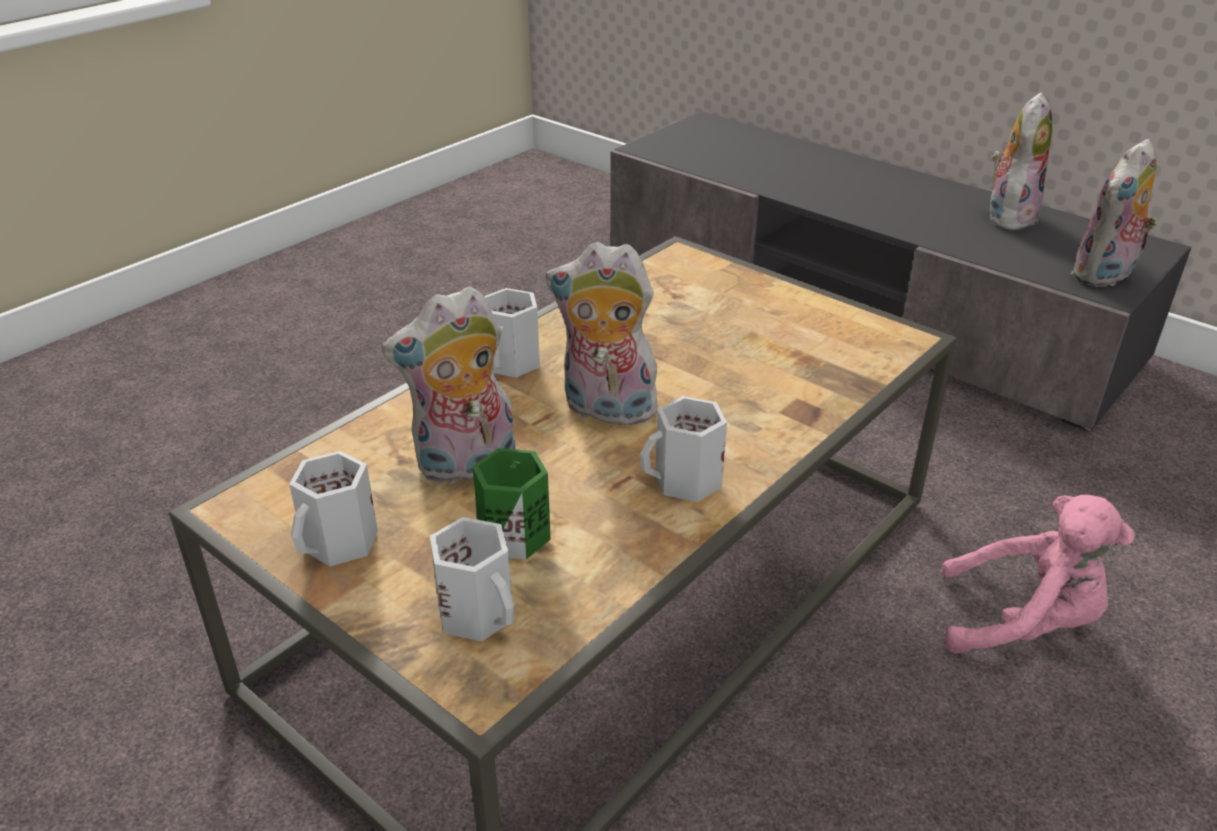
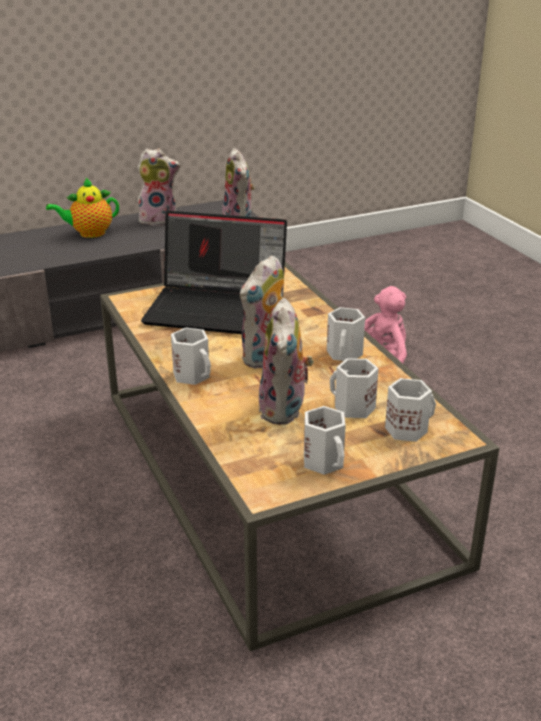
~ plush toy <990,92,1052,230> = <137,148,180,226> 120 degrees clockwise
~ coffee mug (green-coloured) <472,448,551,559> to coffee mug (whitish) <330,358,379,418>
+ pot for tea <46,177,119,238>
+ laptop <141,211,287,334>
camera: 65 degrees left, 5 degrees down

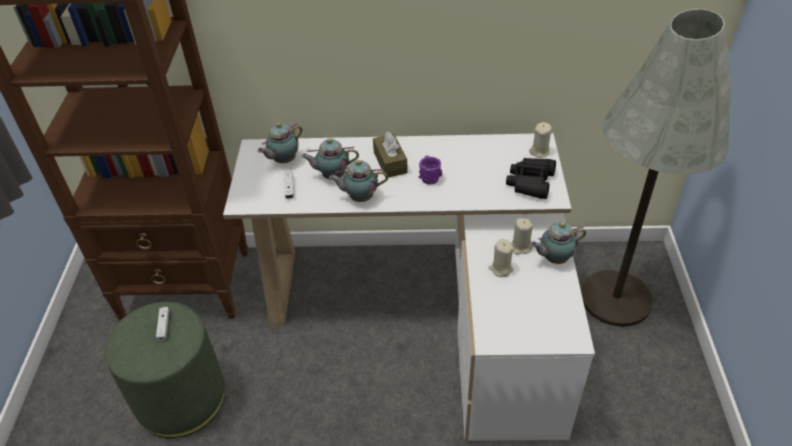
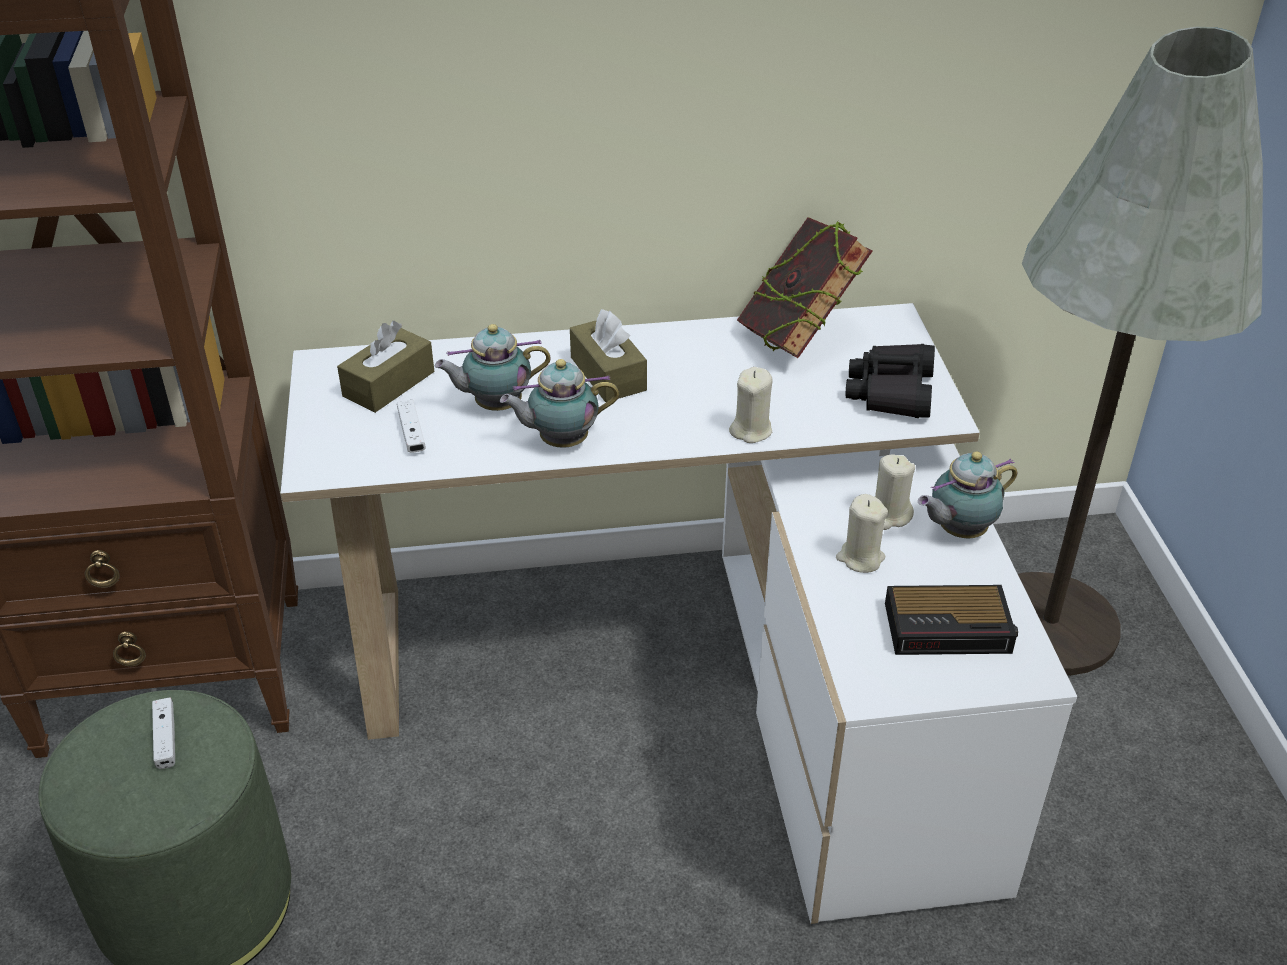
~ wax candle (beige-coloured) <529,122,552,158> to <729,367,773,443>
~ pot for tea <258,123,302,163> to tissue holder (brown-coloured) <337,321,434,413>
- coffee mug (purple-coloured) <419,156,442,185>
+ bound book <737,217,873,358>
+ table clock <885,585,1018,655>
camera: 10 degrees left, 5 degrees down

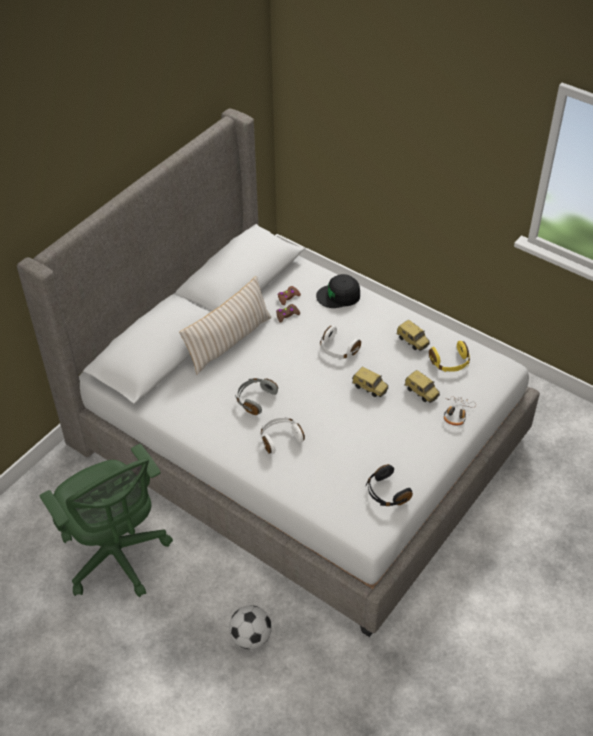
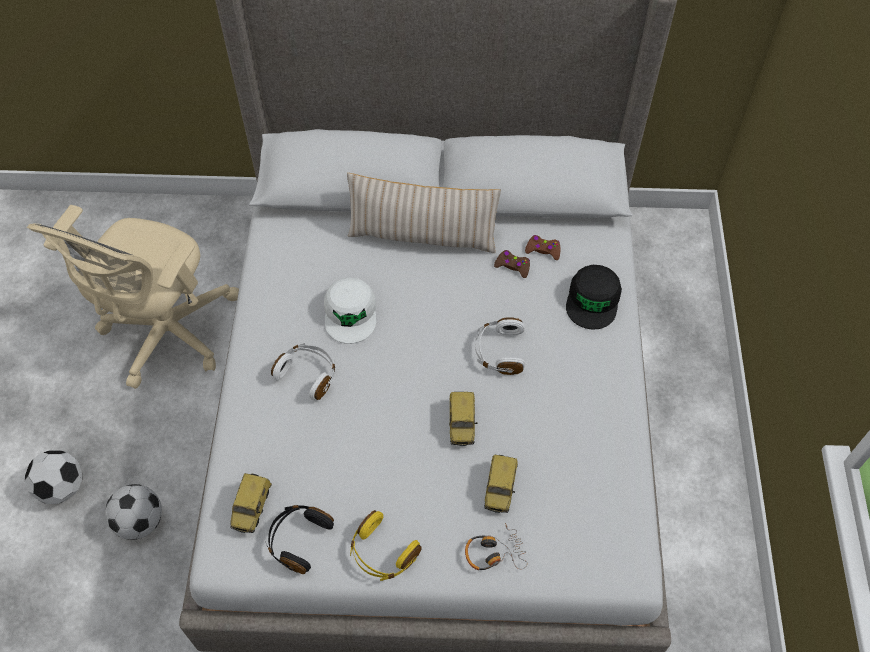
~ peaked cap (blackish) <316,274,360,308> = <566,265,622,329> 120 degrees counterclockwise
~ model car <396,320,430,351> to <230,473,272,533>
~ headphones (yellowish) <429,341,470,372> to <350,510,422,581>
~ headphones (greyish) <235,378,278,415> to peaked cap (whitish) <324,277,376,344>
~ desk chair (green-coloured) <40,444,173,597> to desk chair (beige-coloured) <27,205,239,389>
+ ball for football <25,450,82,504>
camera: 55 degrees right, 10 degrees up

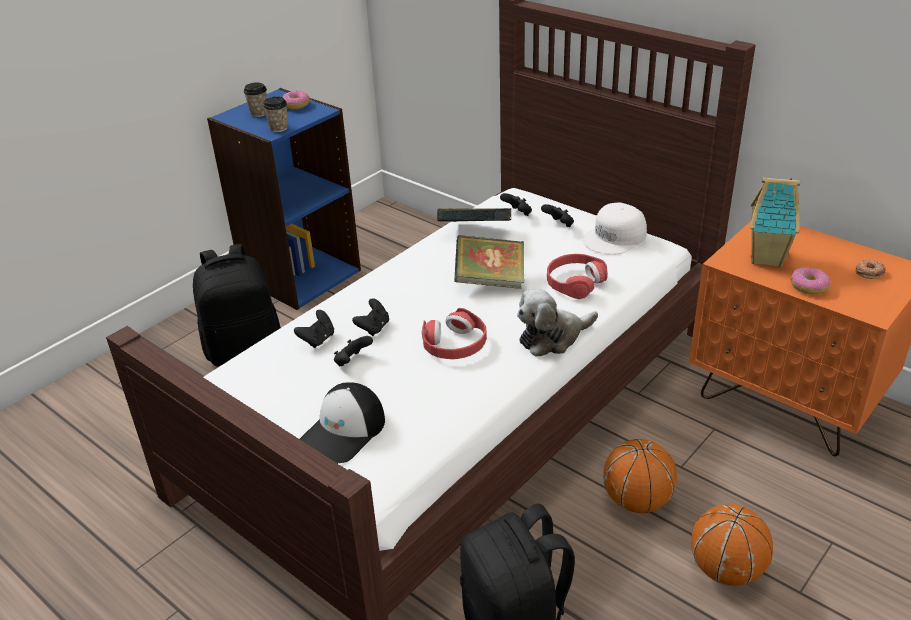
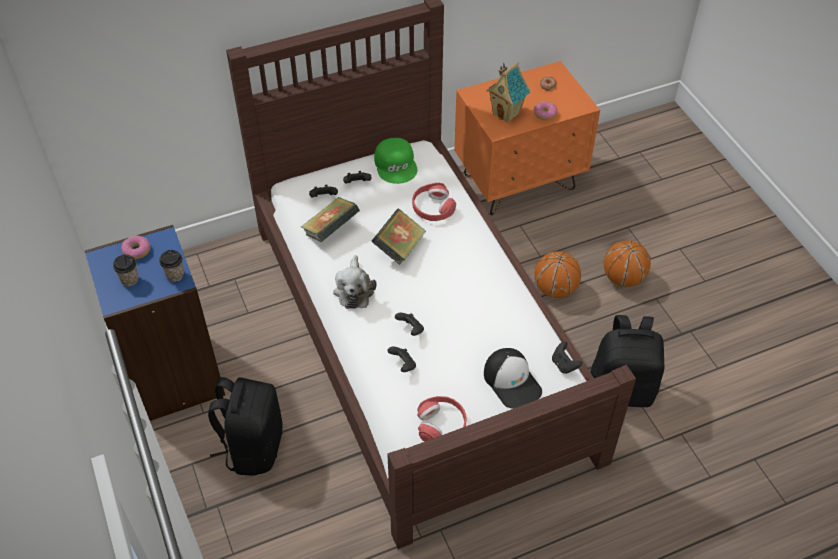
~ peaked cap (whitish) <582,203,647,255> to peaked cap (green-coloured) <374,138,418,184>
~ plush toy <517,289,598,357> to <333,255,377,309>
~ headphones (red) <422,308,487,359> to <417,396,467,442>
~ game controller (blackish) <334,336,373,366> to <552,341,582,374>
camera: 65 degrees left, 15 degrees up

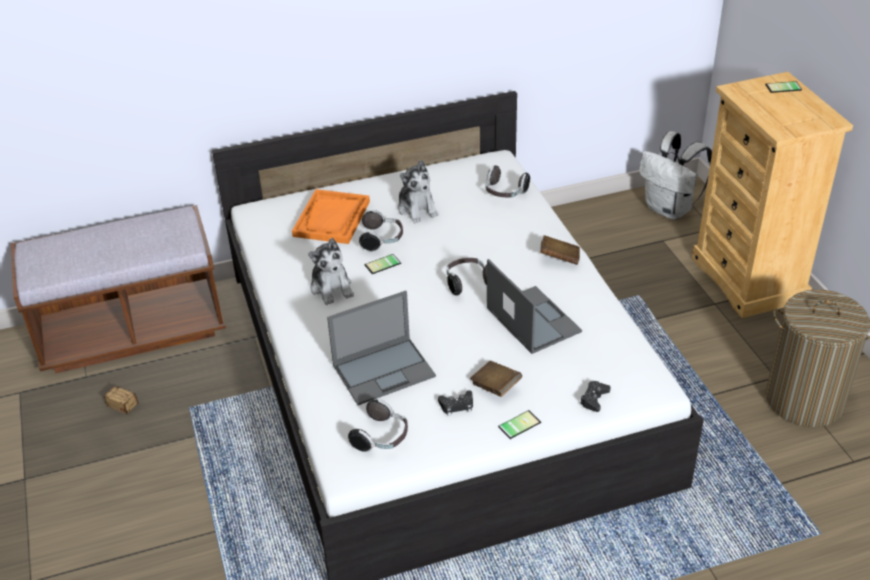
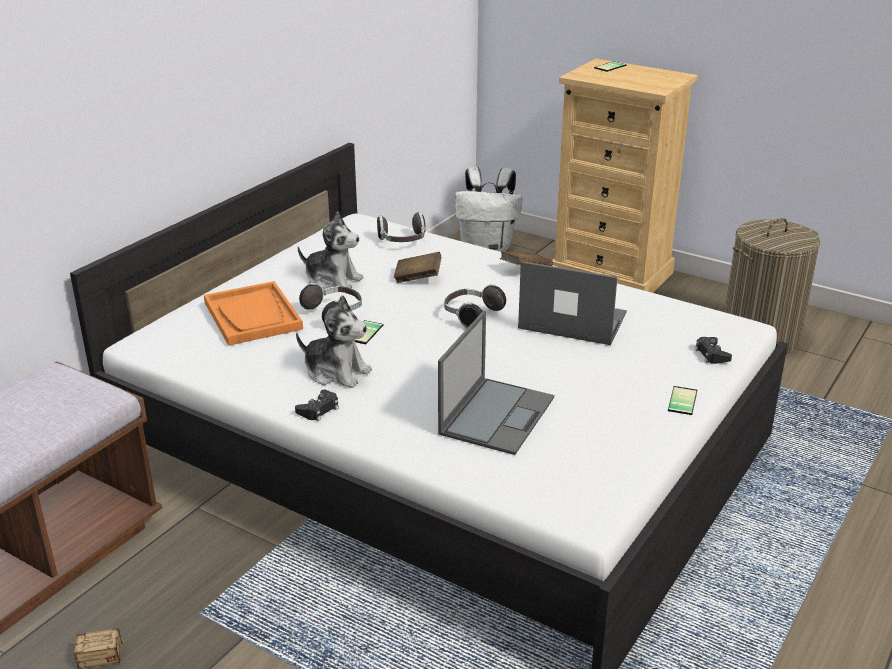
~ bound book (brown-coloured) <470,361,522,397> to <394,252,442,283>
~ game controller (blackish) <438,390,473,416> to <295,390,339,421>
- headphones <348,399,408,452>
camera: 40 degrees left, 10 degrees down

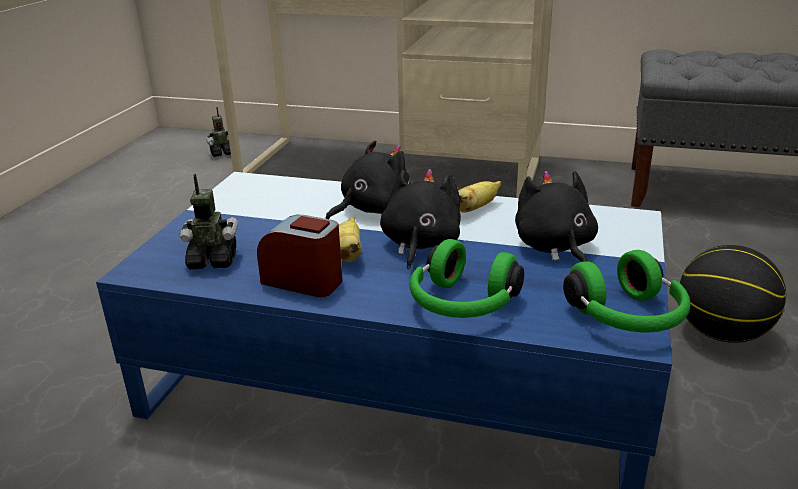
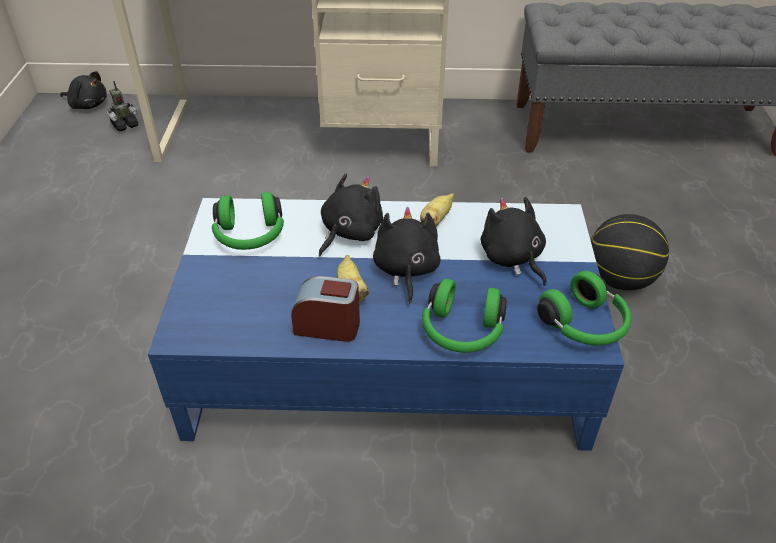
- model robot <179,174,238,269>
+ plush toy (blackish) <61,71,107,109>
+ headphones (green-coloured) <212,192,284,250>
camera: 15 degrees left, 15 degrees up

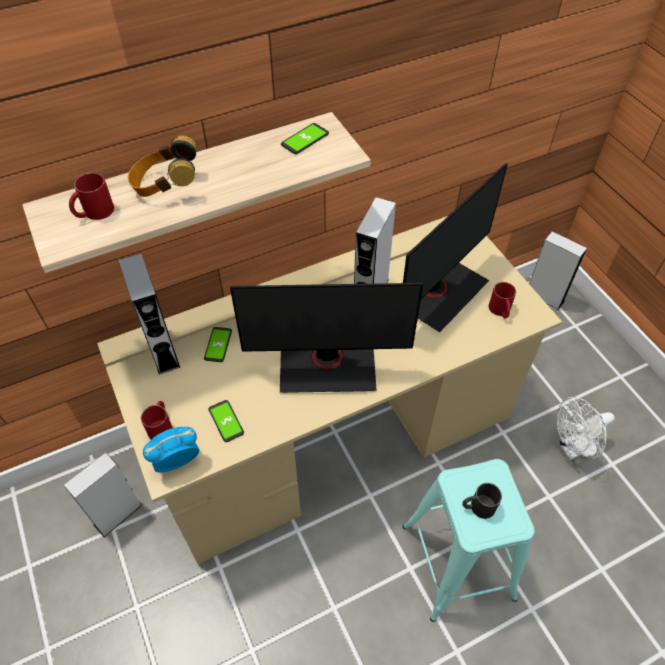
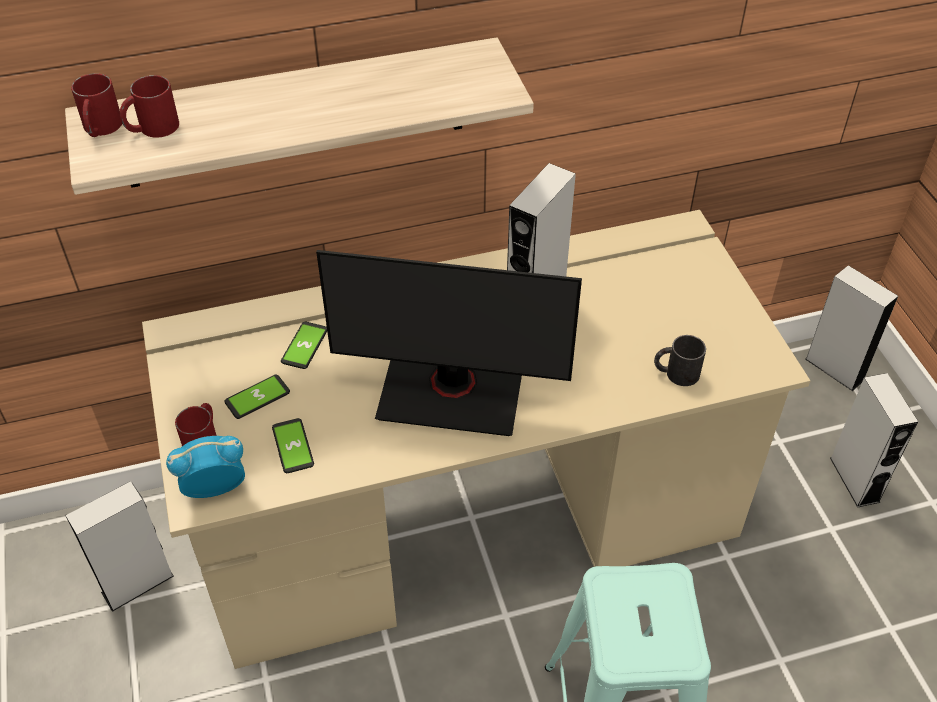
~ telephone <281,123,329,154> to <224,375,290,419>
- headphones <128,135,197,197>
- monitor <403,163,508,332>
~ speaker (greyish) <118,253,180,375> to <830,373,918,508>
~ coffee mug (red) <489,282,516,318> to <71,73,122,137>
- electric fan (whitish) <557,397,615,460>
~ coffee mug (blackish) <462,483,502,519> to <654,335,706,386>
camera: 10 degrees right, 5 degrees down

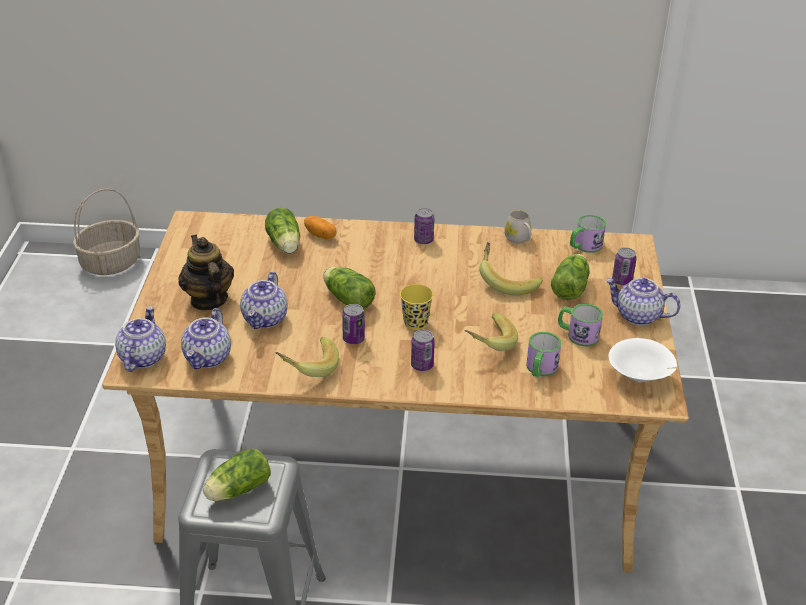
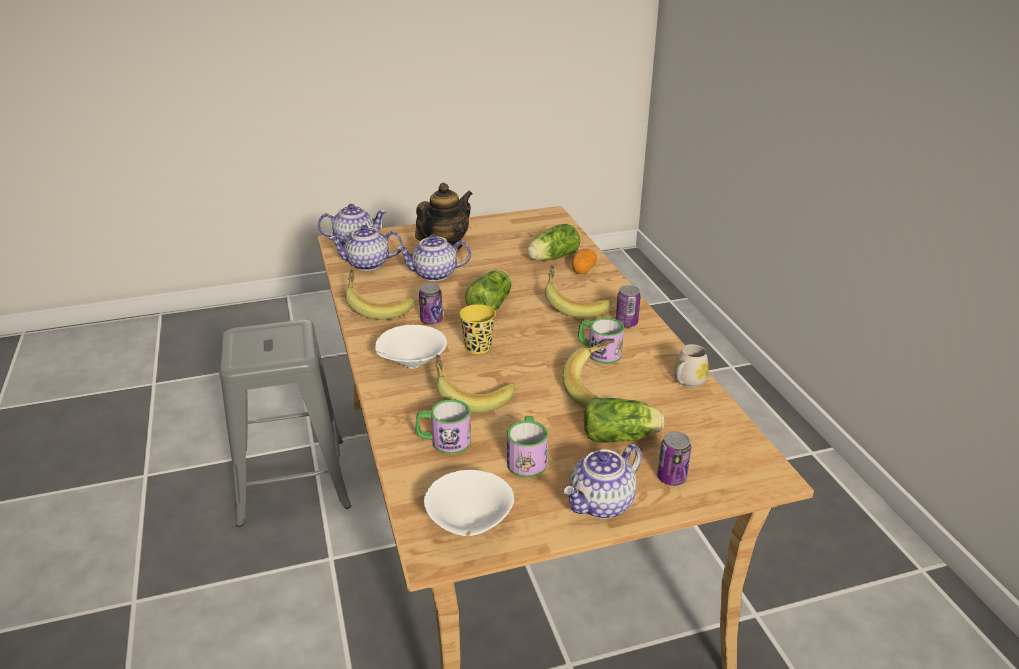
- household basket <73,188,140,275>
~ coffee mug <570,215,606,253> to <578,318,624,364>
~ pot for tea <605,278,681,326> = <563,444,642,519> 135 degrees counterclockwise
~ can <411,330,435,371> to deep dish (whitish) <375,325,447,369>
- lettuce <203,449,271,501>
+ banana <545,266,612,318>
camera: 70 degrees right, 5 degrees down

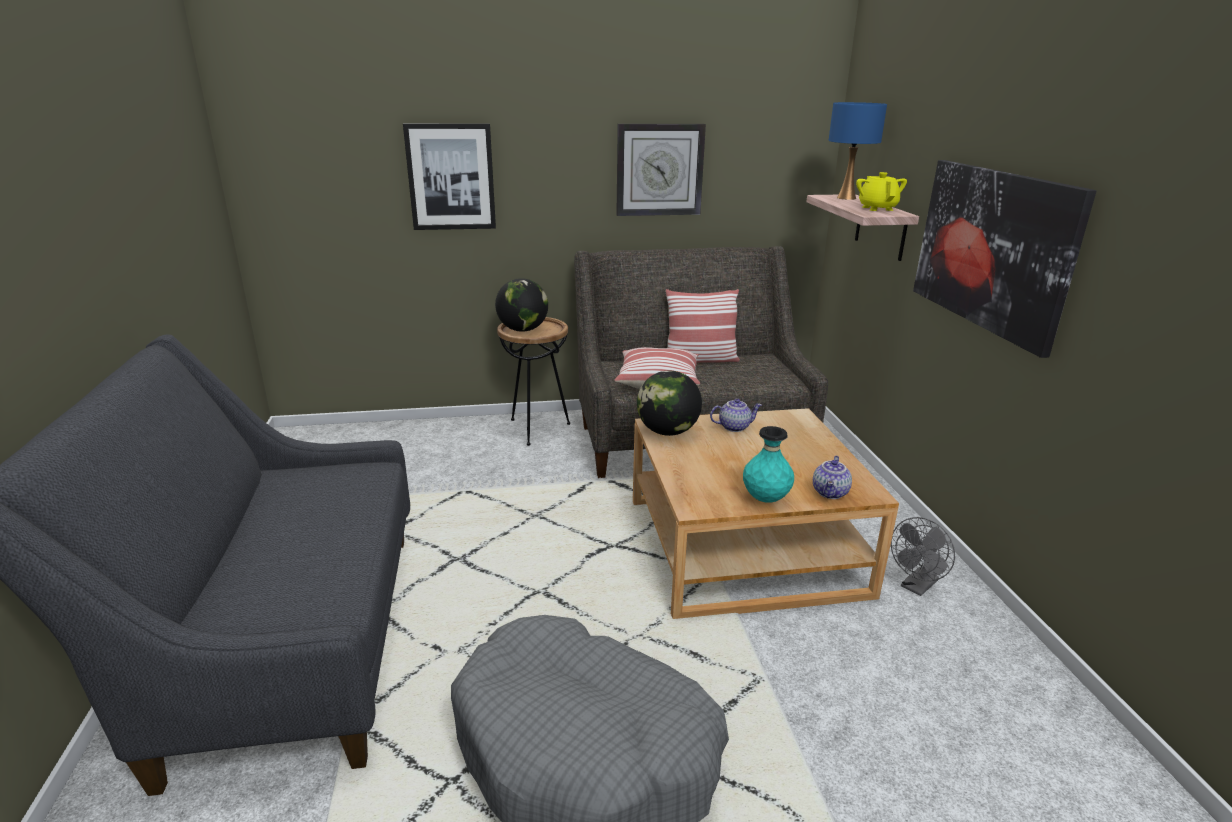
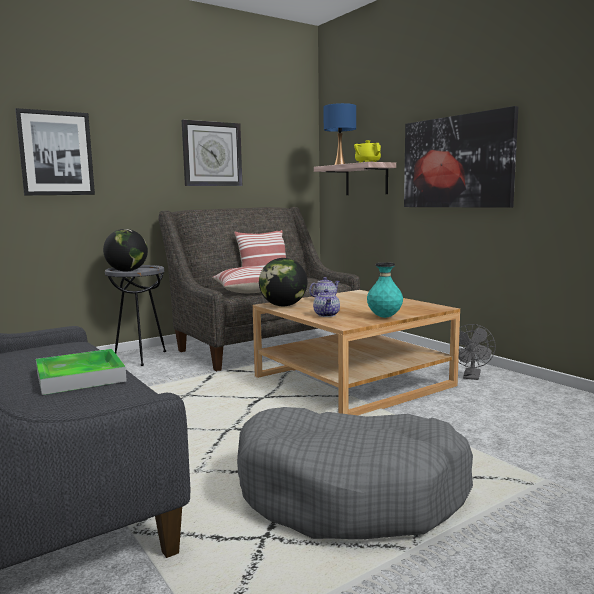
~ end table (brown-coloured) <497,317,570,446> to end table (greyish) <105,265,166,366>
~ pot for tea <813,455,852,499> to <313,289,340,317>
+ carrying tray <36,349,127,395>
camera: 25 degrees left, 15 degrees down

